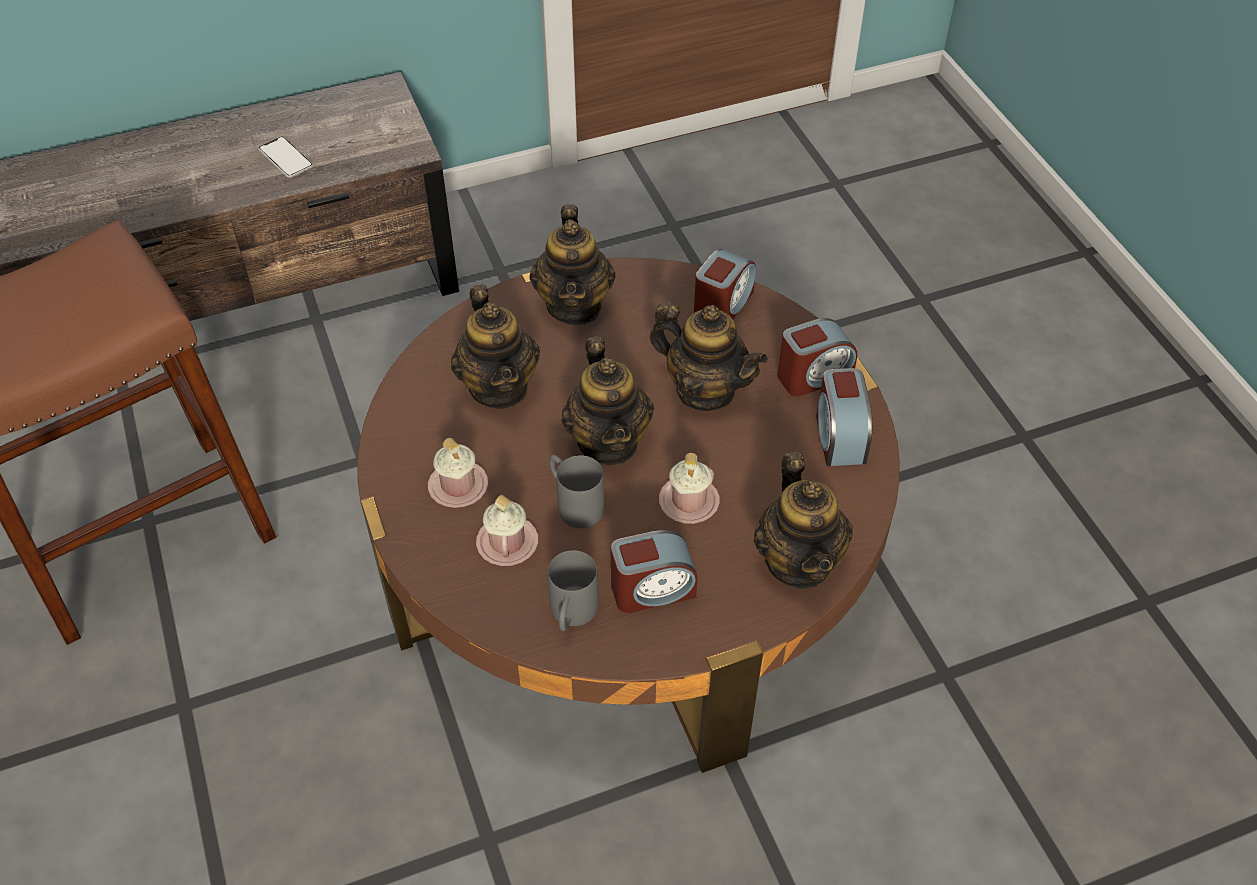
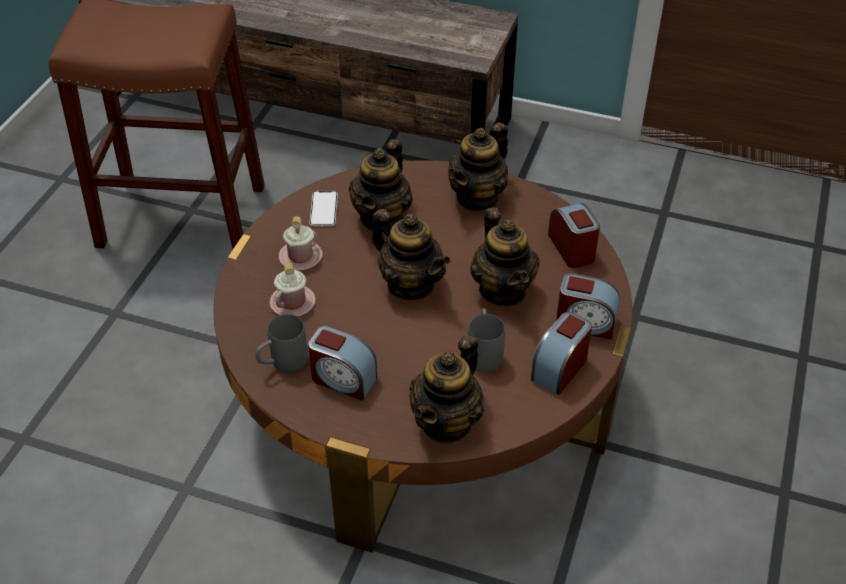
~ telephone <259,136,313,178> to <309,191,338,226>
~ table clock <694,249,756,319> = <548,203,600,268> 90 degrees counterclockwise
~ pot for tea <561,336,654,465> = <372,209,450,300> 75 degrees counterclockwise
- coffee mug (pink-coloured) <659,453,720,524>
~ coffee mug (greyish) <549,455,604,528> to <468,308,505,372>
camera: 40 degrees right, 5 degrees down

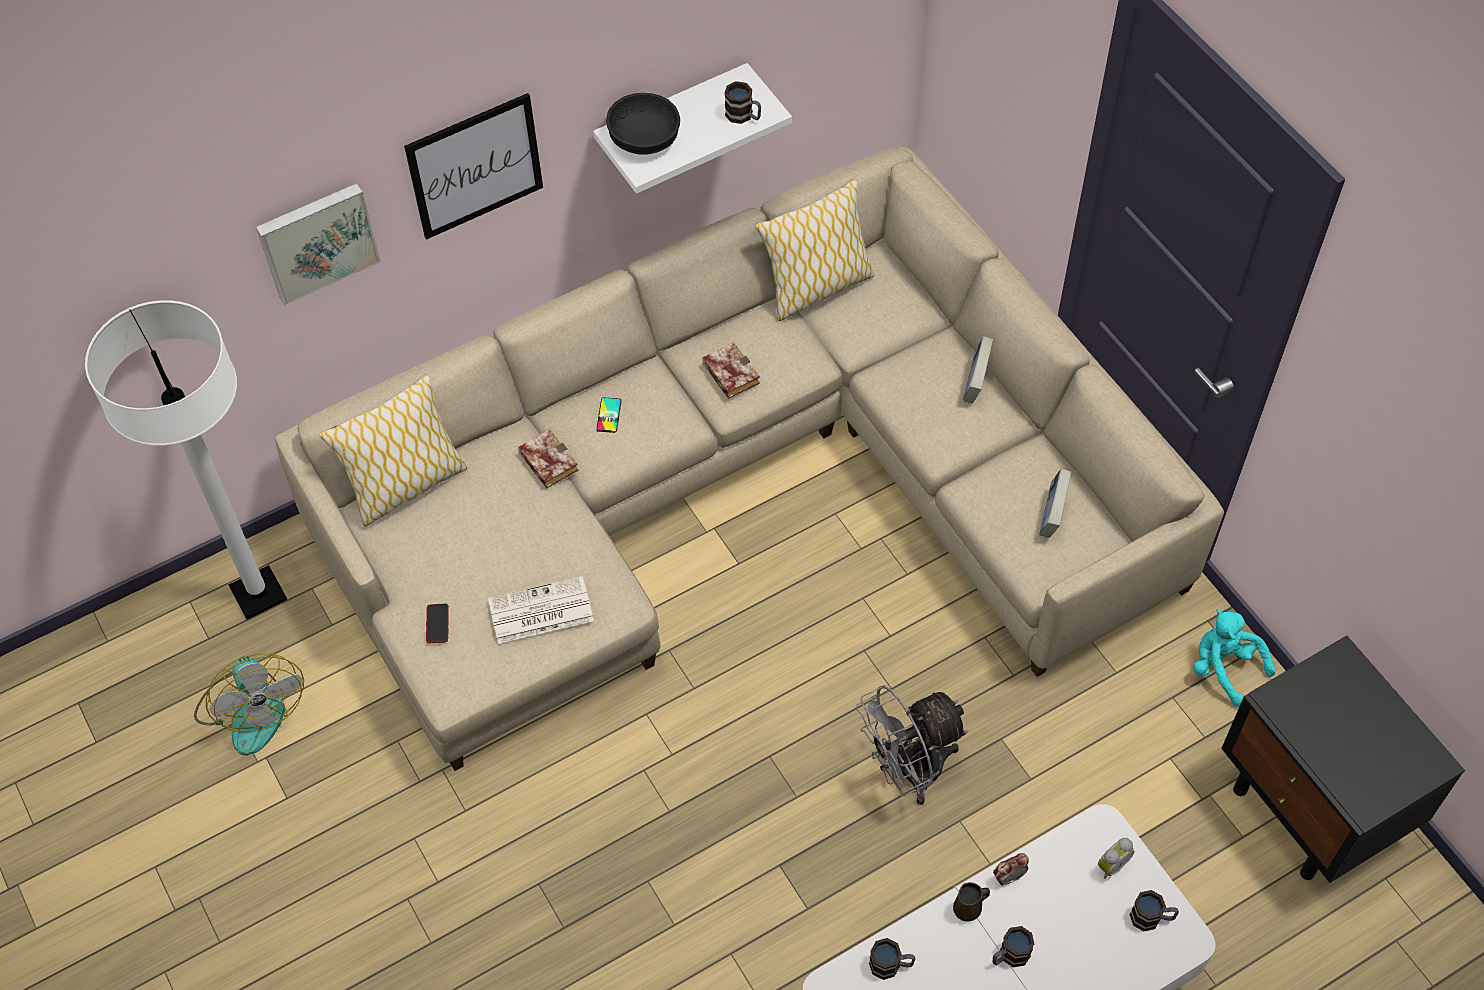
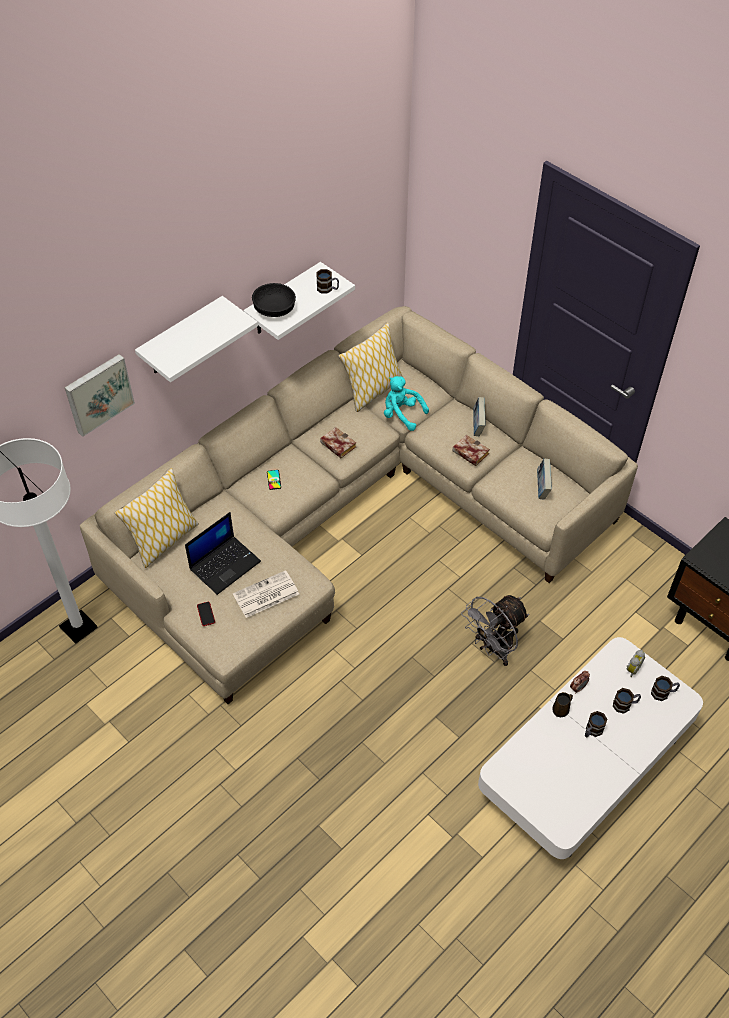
~ wall art <404,93,543,240> to wall shelf (whitish) <135,296,258,382>
~ bound book <518,429,578,489> to <453,435,490,466>
~ plush toy (turquoise) <1193,609,1276,707> to <384,376,429,431>
- electric fan <194,653,304,755>
~ coffee mug <869,938,915,980> to <613,688,641,714>
+ laptop <185,512,261,595>
camera: 15 degrees left, 5 degrees down

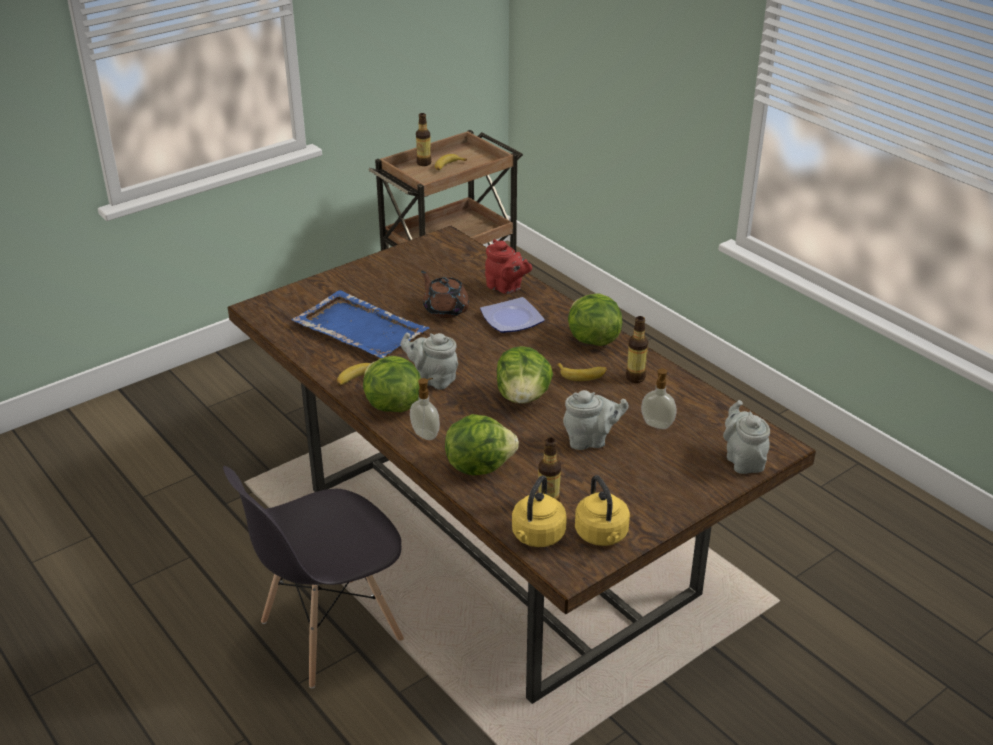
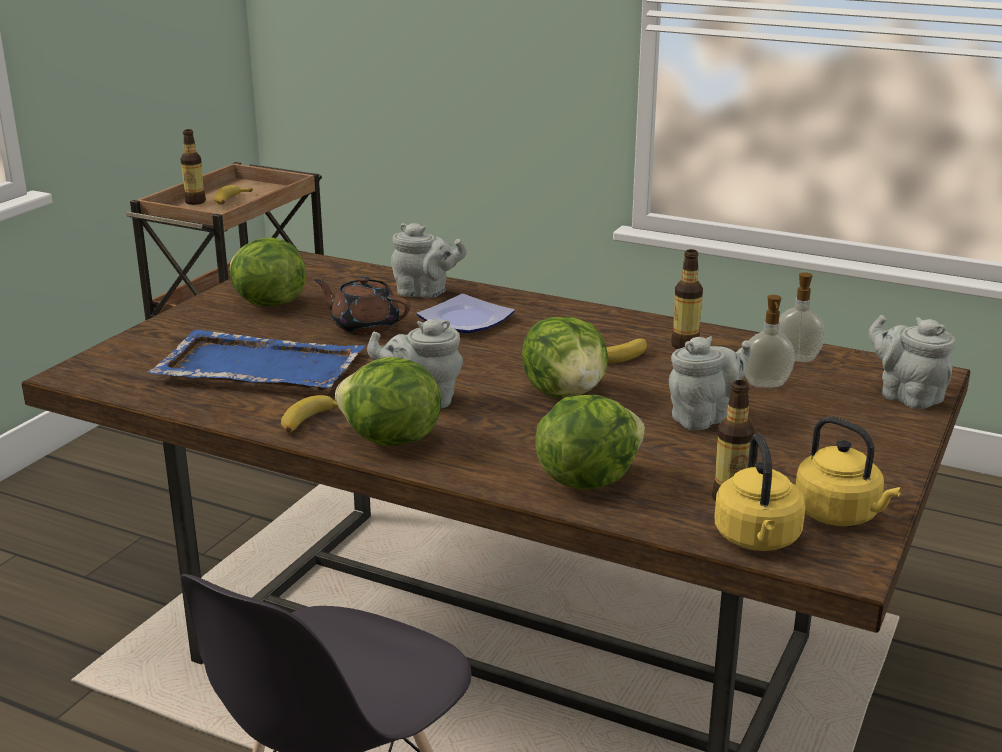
~ pot for tea (red) <485,239,532,294> to pot for tea (greyish) <391,223,467,298>
~ lettuce <568,294,623,346> to <230,237,306,307>
~ soap dispenser <410,378,440,440> to <779,272,825,362>
camera: 25 degrees left, 10 degrees down

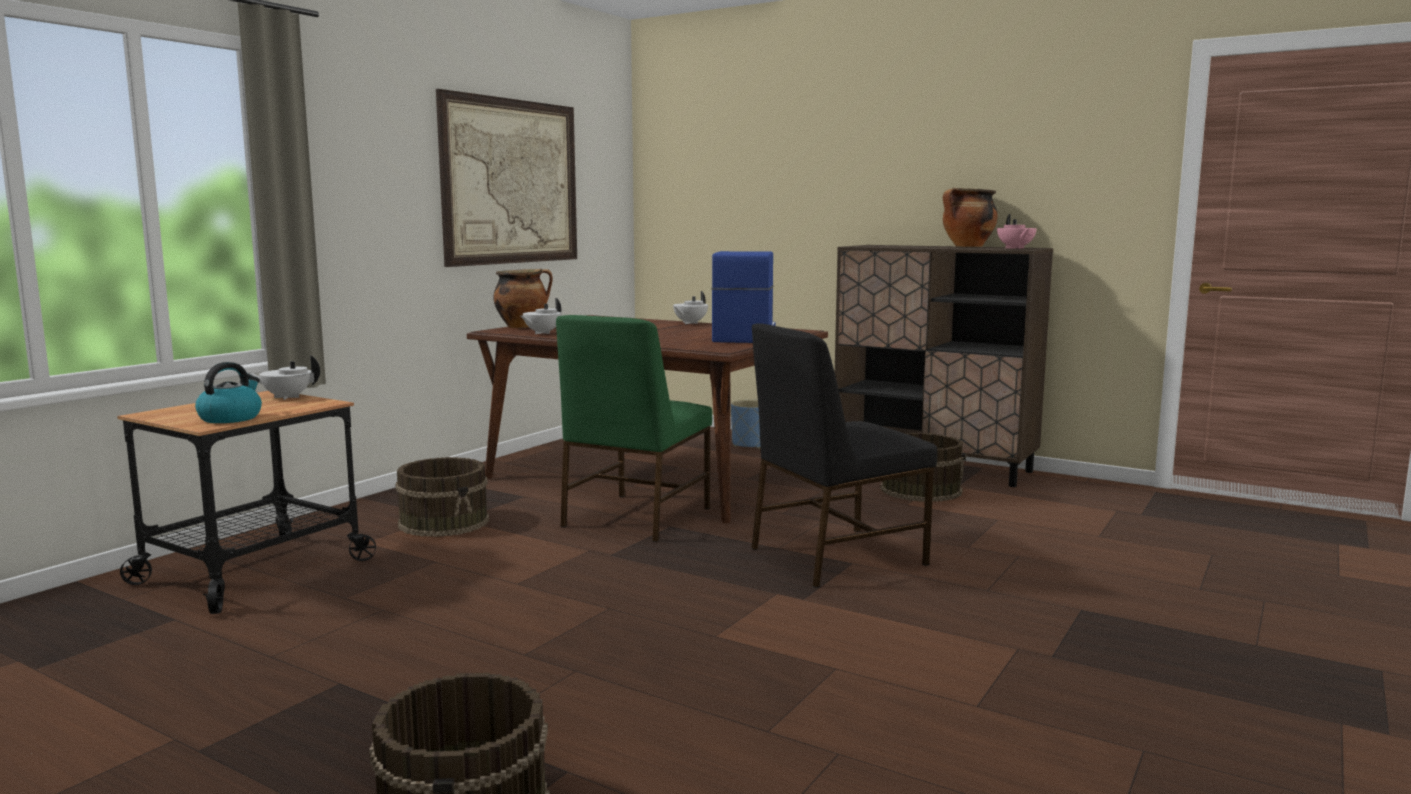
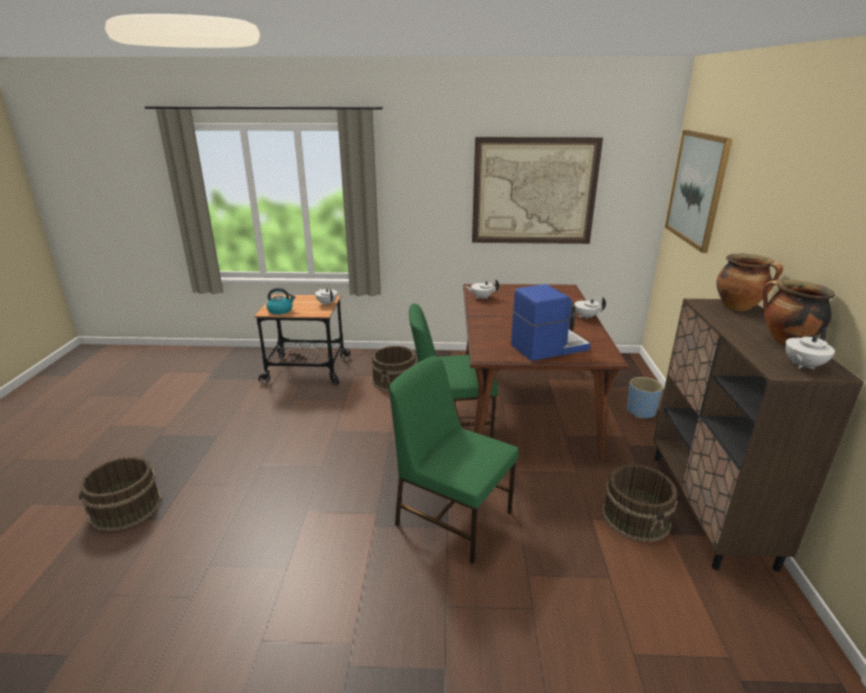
~ pot for tea (pink-coloured) <997,214,1037,249> to pot for tea (whitish) <785,327,835,369>
~ cooking pot <493,269,553,328> to <717,254,783,311>
~ upright chair (blackish) <751,324,937,588> to upright chair (green-coloured) <389,356,519,564>
+ wall art <665,130,733,253>
camera: 60 degrees right, 15 degrees up

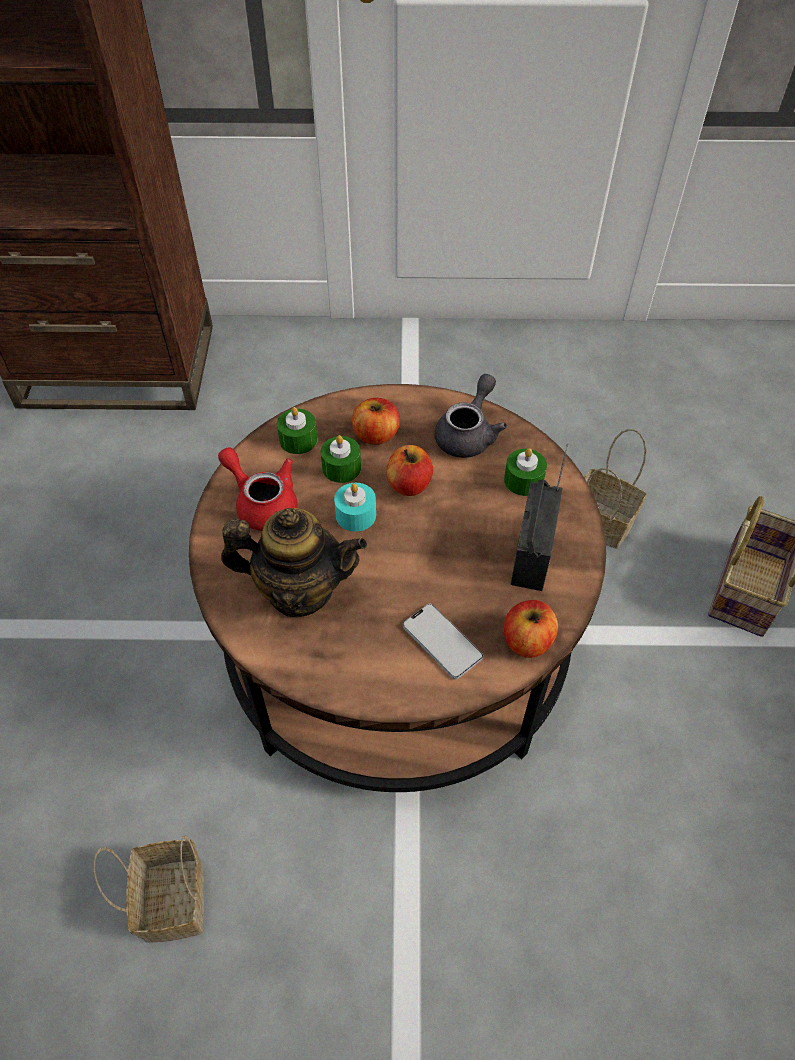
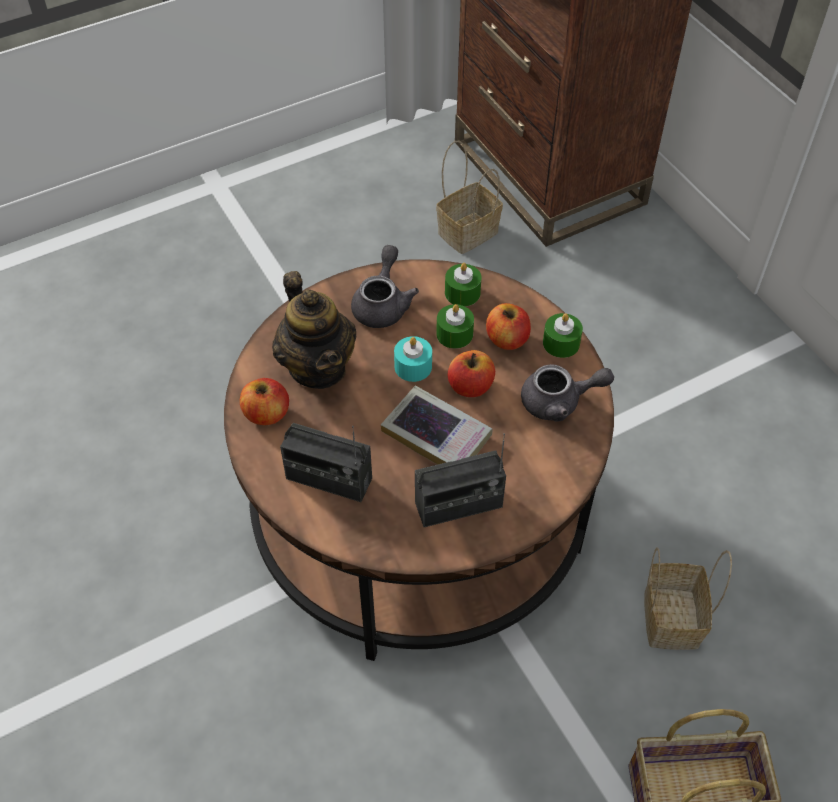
~ pot for tea (red) <218,447,297,531> to pot for tea (greyish) <351,245,419,328>
~ wax candle (green-coloured) <504,448,547,496> to <543,313,583,358>
~ whole apple <504,600,558,658> to <240,378,289,425>
~ telephone <403,604,483,680> to radio <280,423,372,502>
~ household basket <93,835,204,943> to <436,141,503,254>
+ bound book <381,385,492,465>
camera: 60 degrees right, 0 degrees up

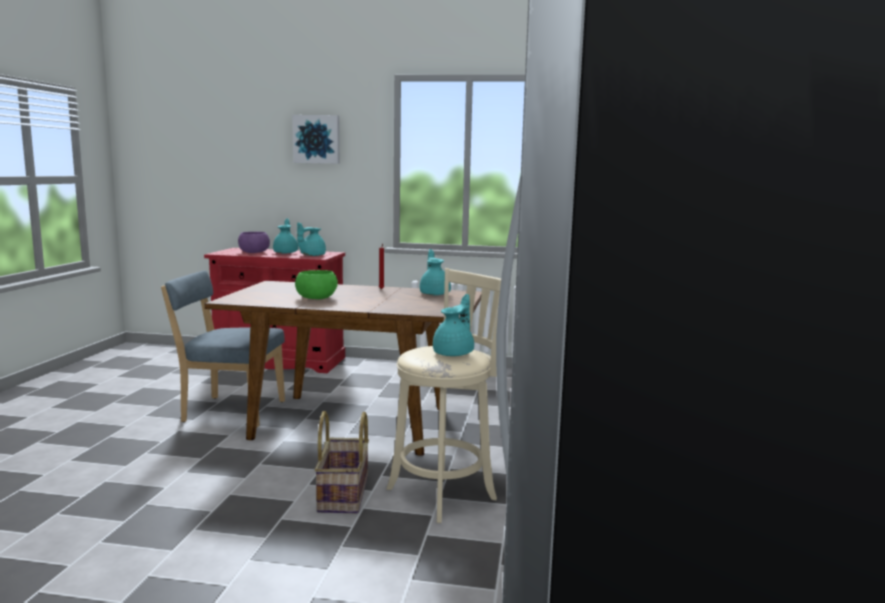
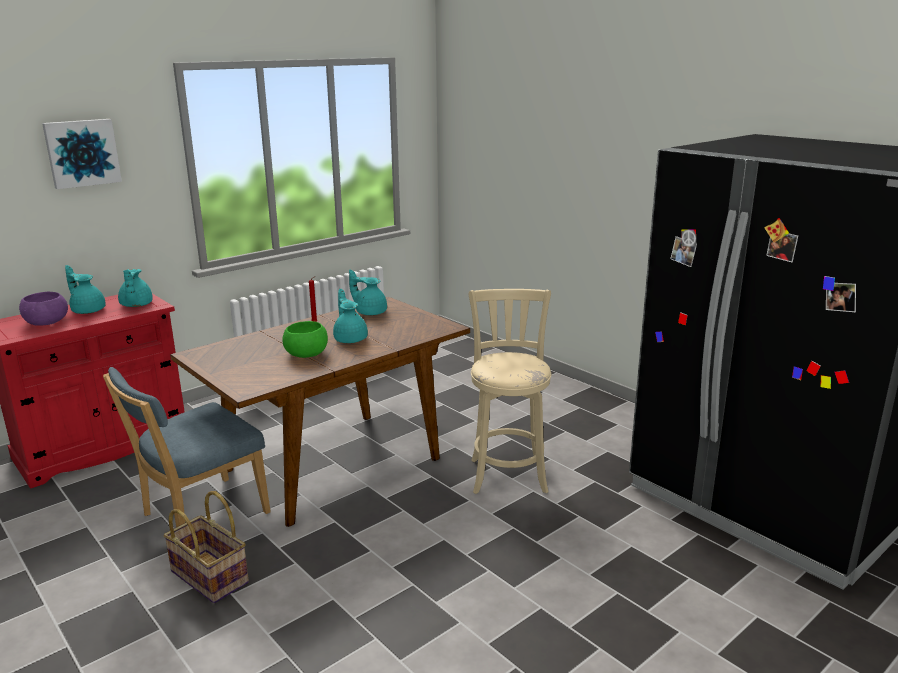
~ pot for tea (turquoise) <433,294,474,356> to <333,289,368,343>
~ household basket <314,411,369,513> to <164,491,249,603>
camera: 50 degrees left, 10 degrees up

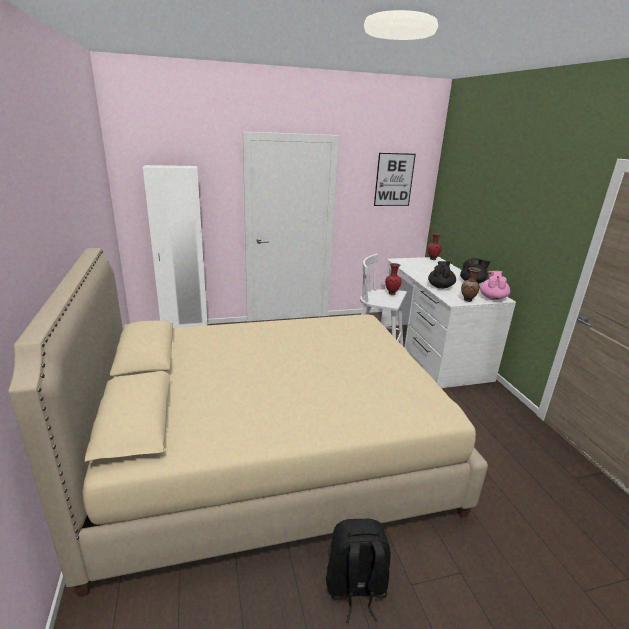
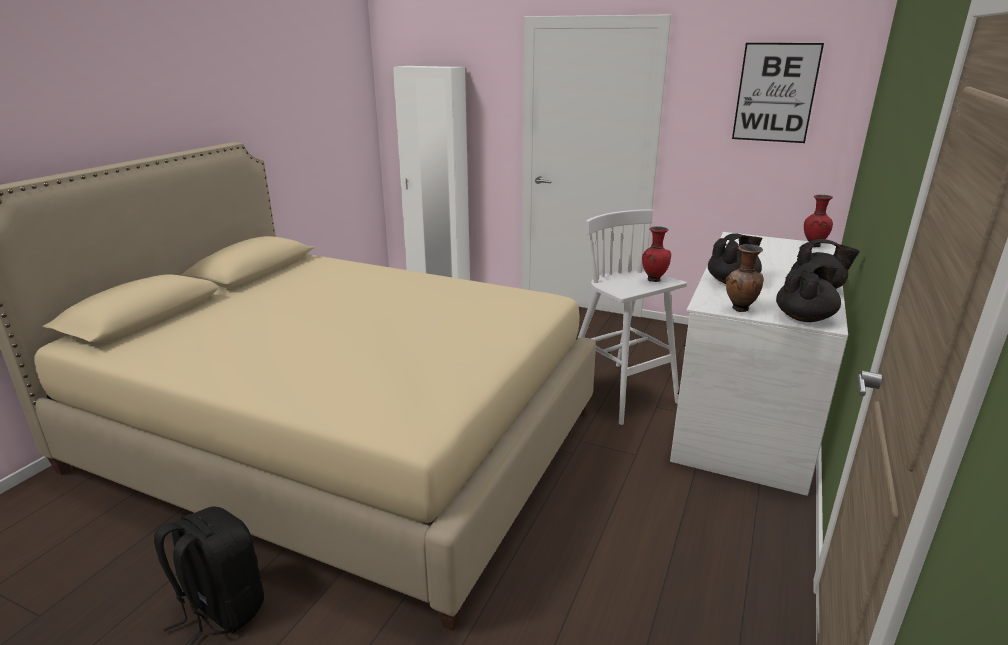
~ pot for tea (pink-coloured) <480,271,510,300> to pot for tea (blackish) <776,263,841,322>
camera: 40 degrees right, 0 degrees up

